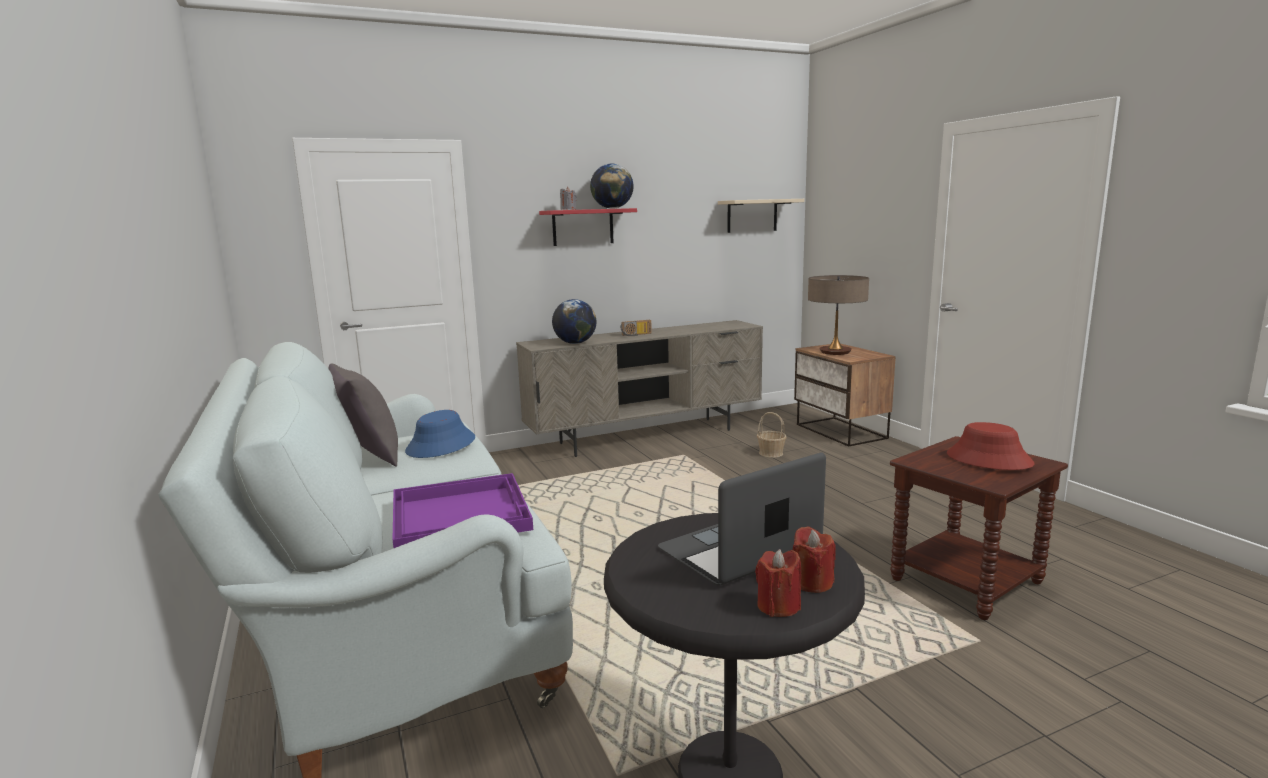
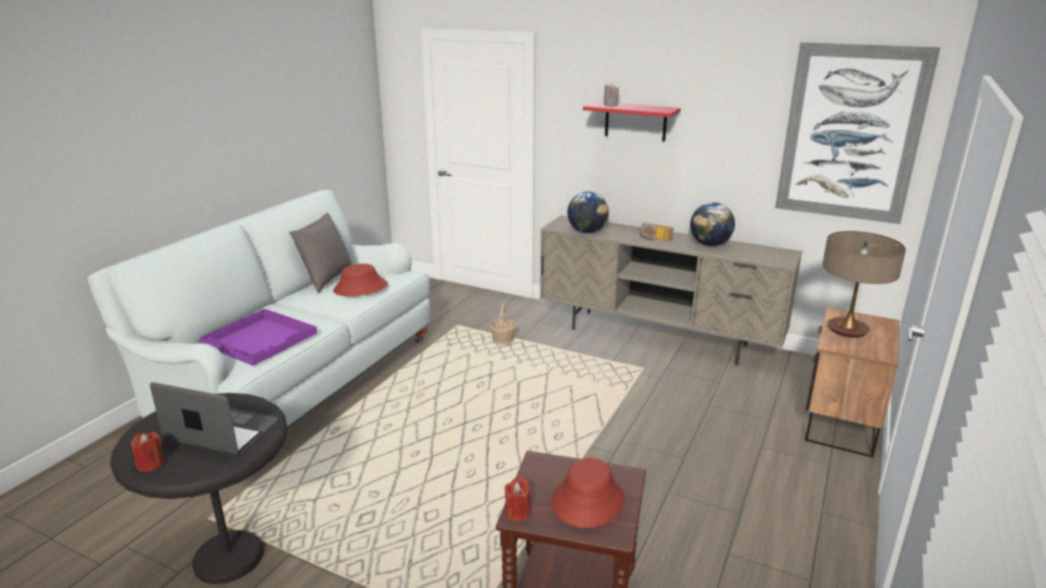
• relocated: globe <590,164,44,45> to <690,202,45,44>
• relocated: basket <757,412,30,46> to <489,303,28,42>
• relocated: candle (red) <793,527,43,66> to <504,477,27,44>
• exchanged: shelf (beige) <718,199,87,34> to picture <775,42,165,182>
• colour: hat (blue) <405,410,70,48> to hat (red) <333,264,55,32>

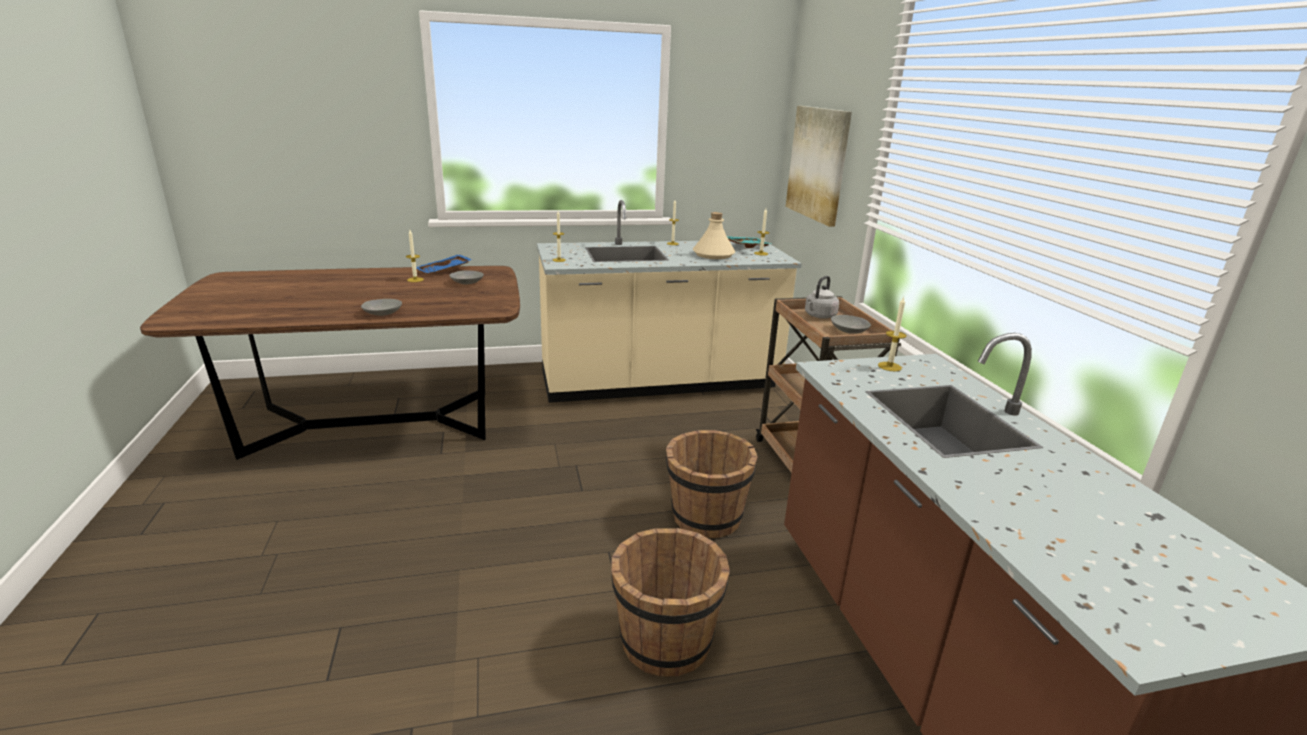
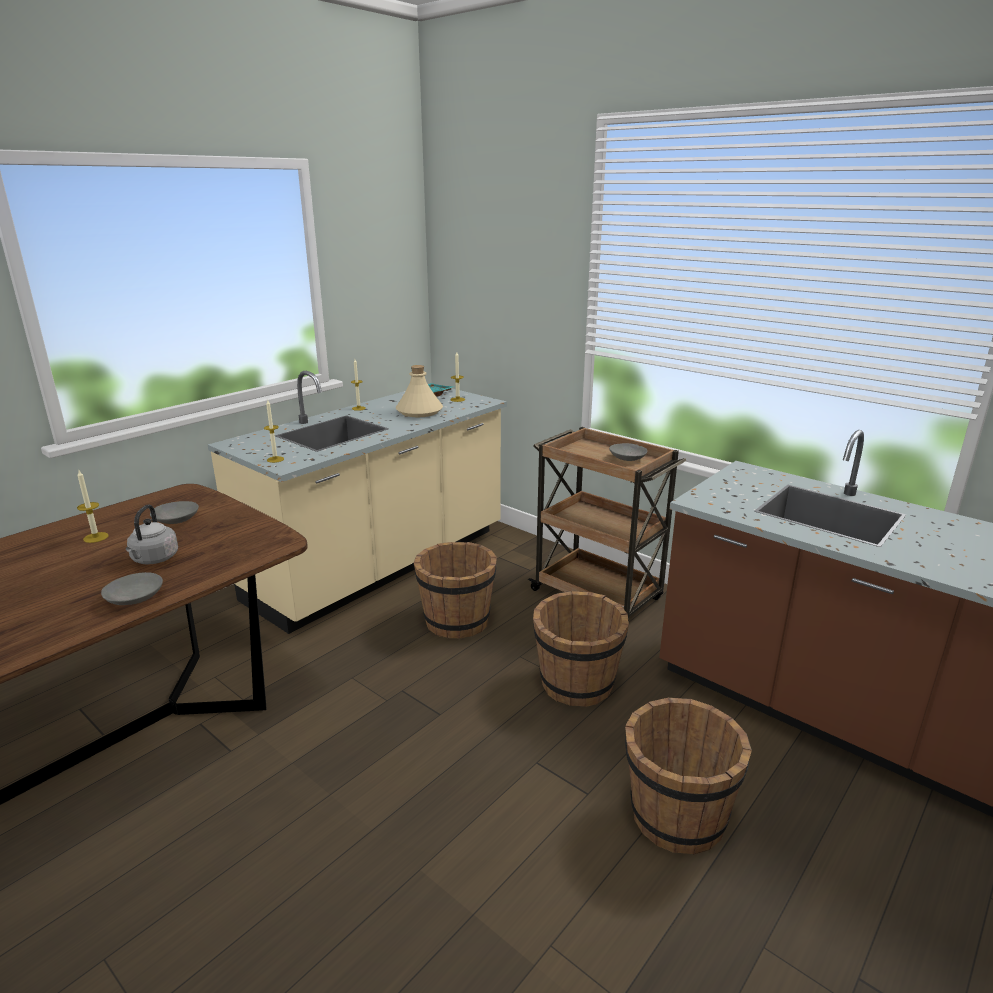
• missing: tray (blue) <416,254,57,20>
• missing: picture <786,106,66,121>
• missing: candle <878,297,28,74>
• appeared: bucket (brown) <414,542,83,96>
• relocated: kettle (grey) <805,276,34,42> to <126,504,52,60>

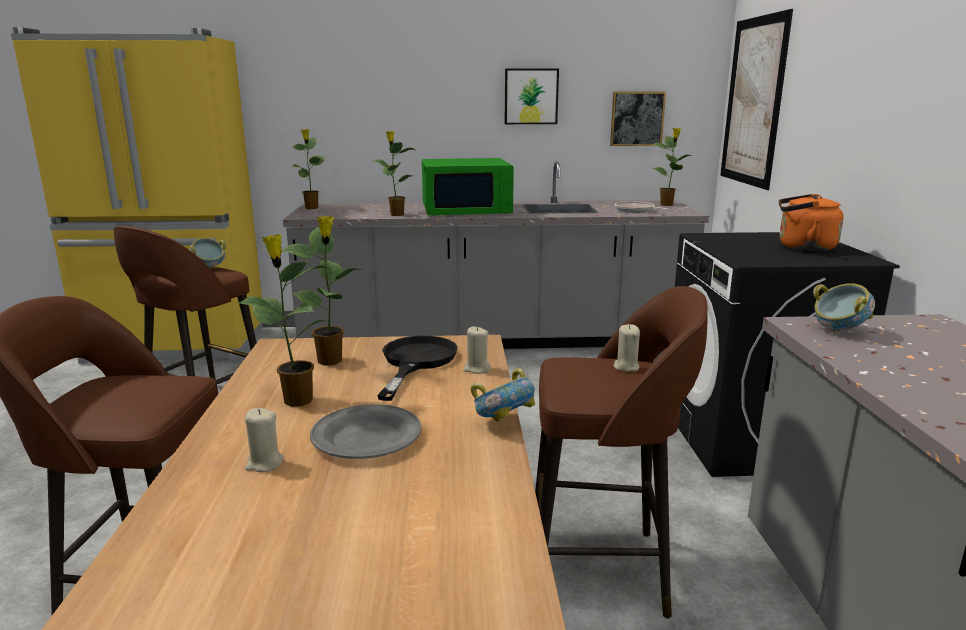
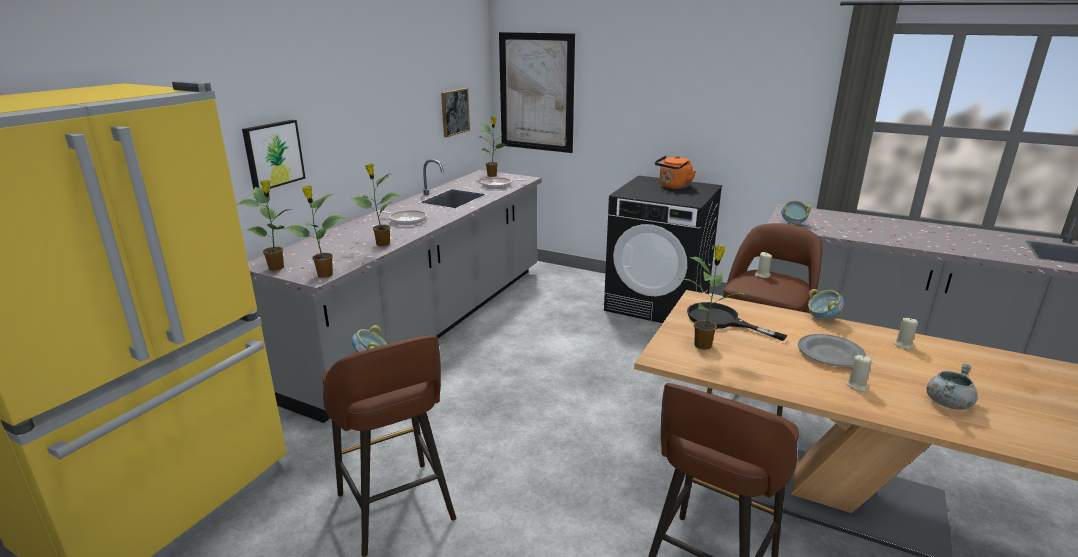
• appeared: cooking pot (grey) <926,363,52,47>
• relocated: potted plant <239,234,89,173> to <284,185,62,93>
• relocated: candle (beige) <463,326,28,48> to <894,318,24,32>
• relocated: picture <505,68,54,56> to <242,120,63,70>
• exchanged: microwave (green) <422,158,92,58> to frying pan <375,210,52,15>

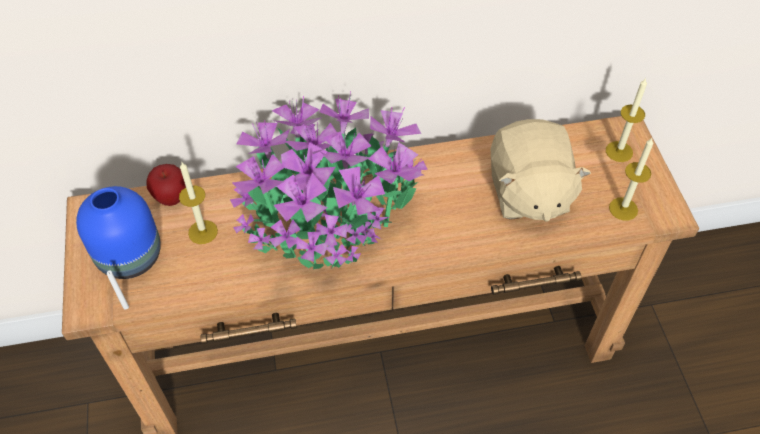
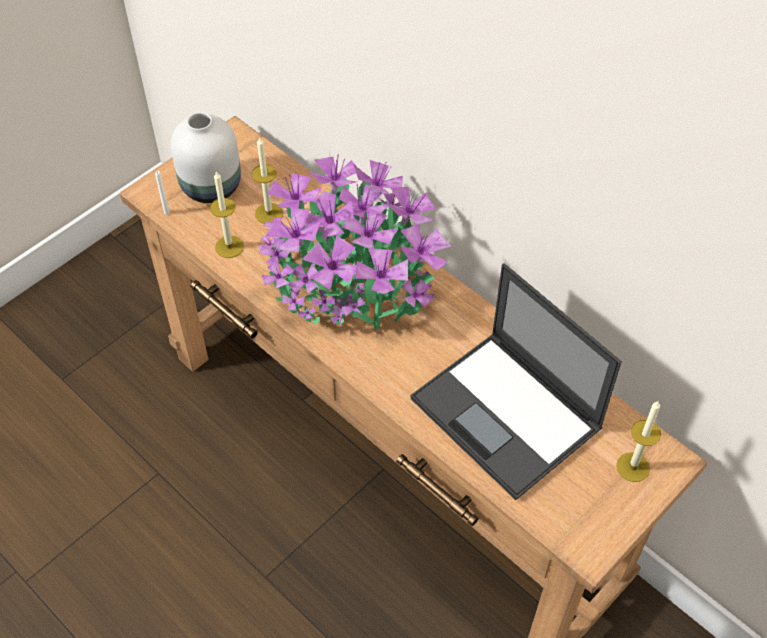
• missing: apple <146,164,40,42>
• relocated: candle <609,138,44,83> to <210,171,34,87>
• exchanged: plush toy (beige) <491,119,100,103> to laptop <410,264,212,236>
• colour: vase (blue) <76,186,85,93> to vase (white) <171,112,70,91>

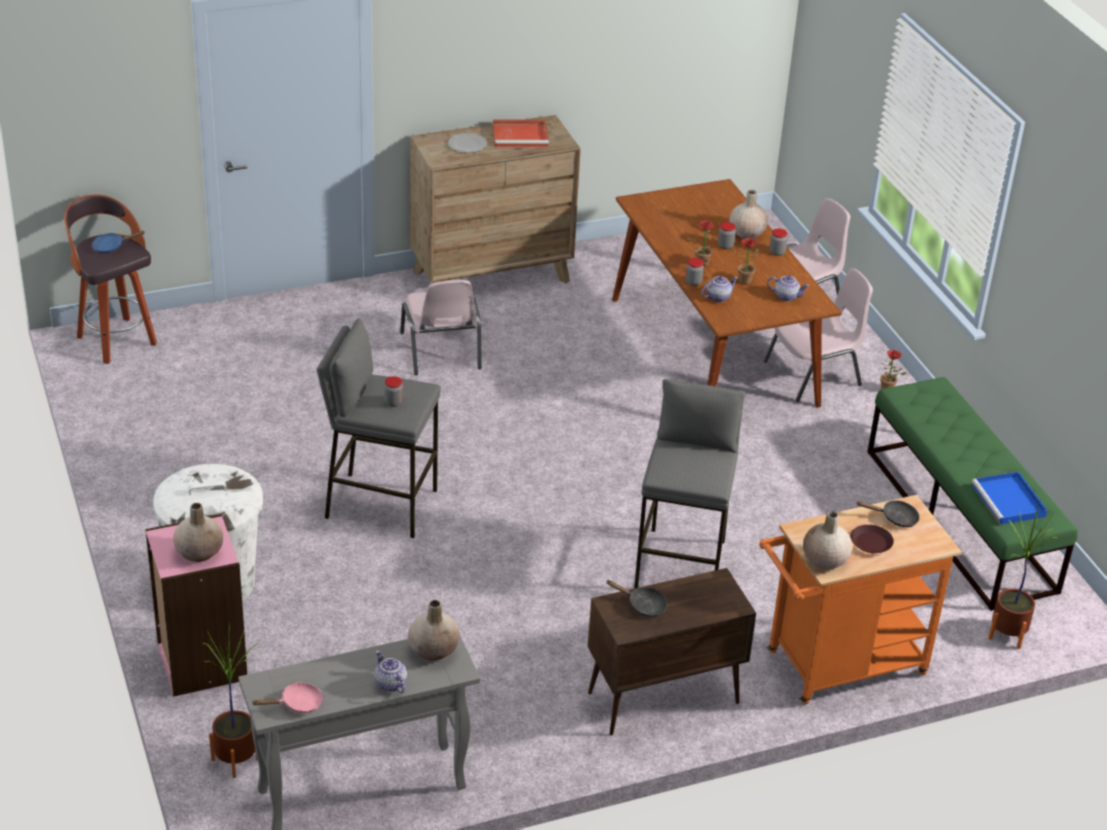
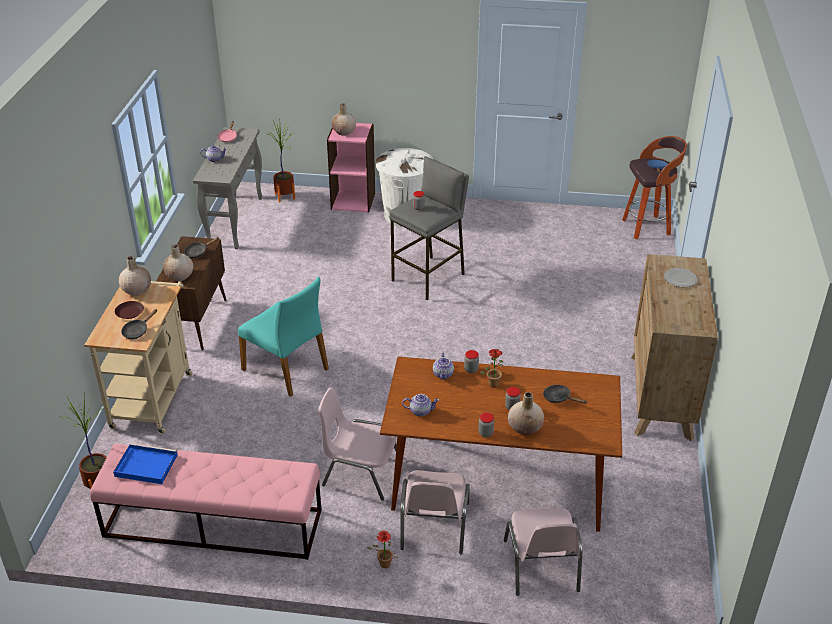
• missing: tray (red) <493,120,56,28>
• missing: potted plant <730,238,29,47>
• appeared: frying pan (black) <543,385,44,19>
• relocated: chair (pink) <400,280,82,95> to <318,388,79,113>
• relocated: vase (beige) <408,600,52,61> to <163,244,31,37>
• exchanged: stool (grey) <634,379,112,209> to chair (turquoise) <238,277,91,120>
• colour: cart (orange) <759,495,203,209> to cart (beige) <84,281,108,153>
• colour: bench (green) <867,377,211,234> to bench (pink) <90,444,232,116>
• spun: teapot <767,276,42,25> = <402,394,37,22> 135 degrees counterclockwise

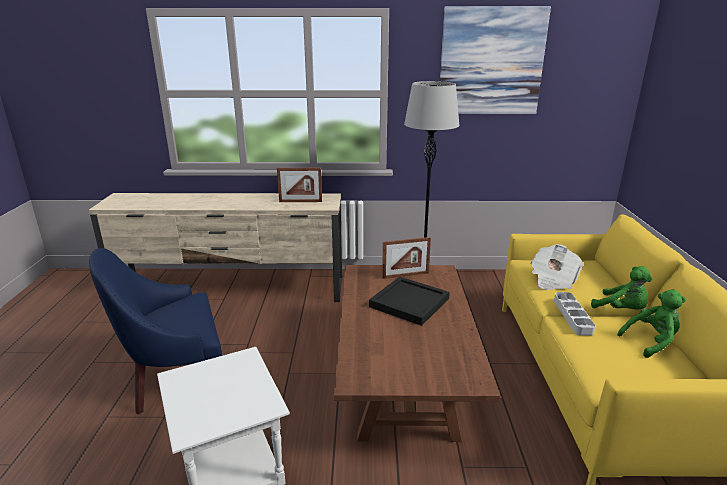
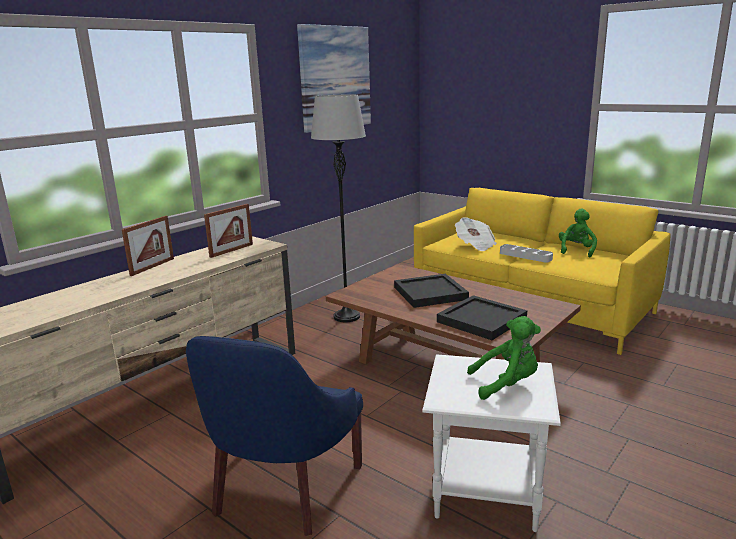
• appeared: tray (black) <437,295,90,45>
• relocated: picture frame <382,237,49,42> to <122,216,52,60>
• relocated: plush toy (green) <591,266,61,43> to <467,316,74,84>

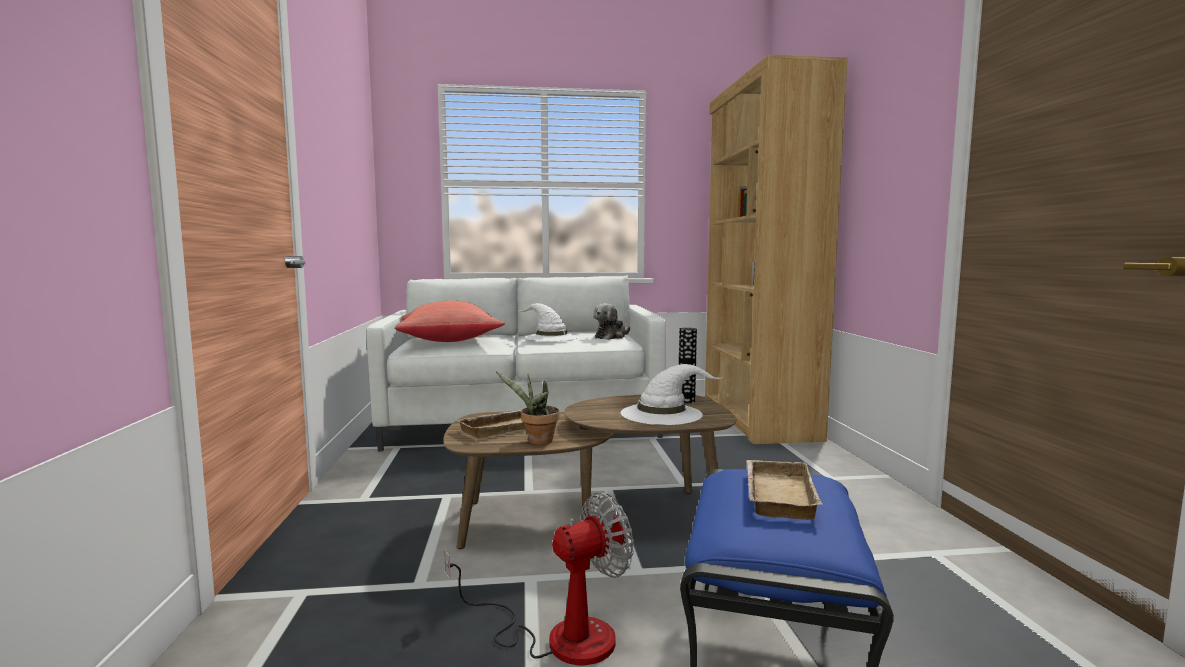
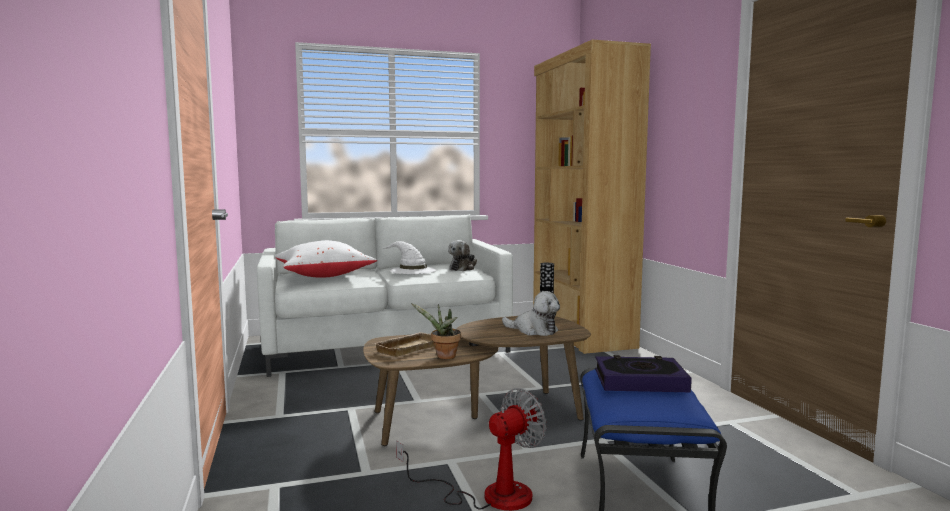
• exchanged: hat (white) <620,364,103,61> to plush toy <502,291,58,45>
• exchanged: tray (beige) <747,460,76,60> to book <595,355,97,37>
• colour: pillow (red) <395,300,110,42> to pillow (white) <275,240,102,38>

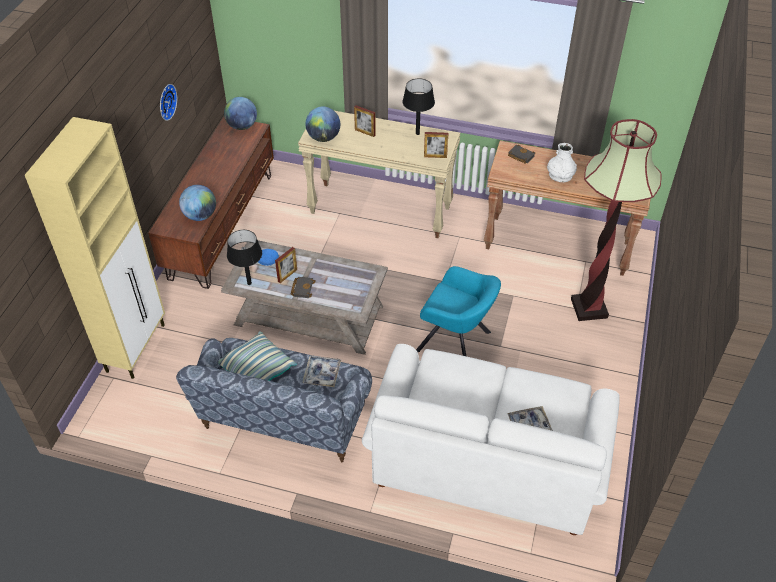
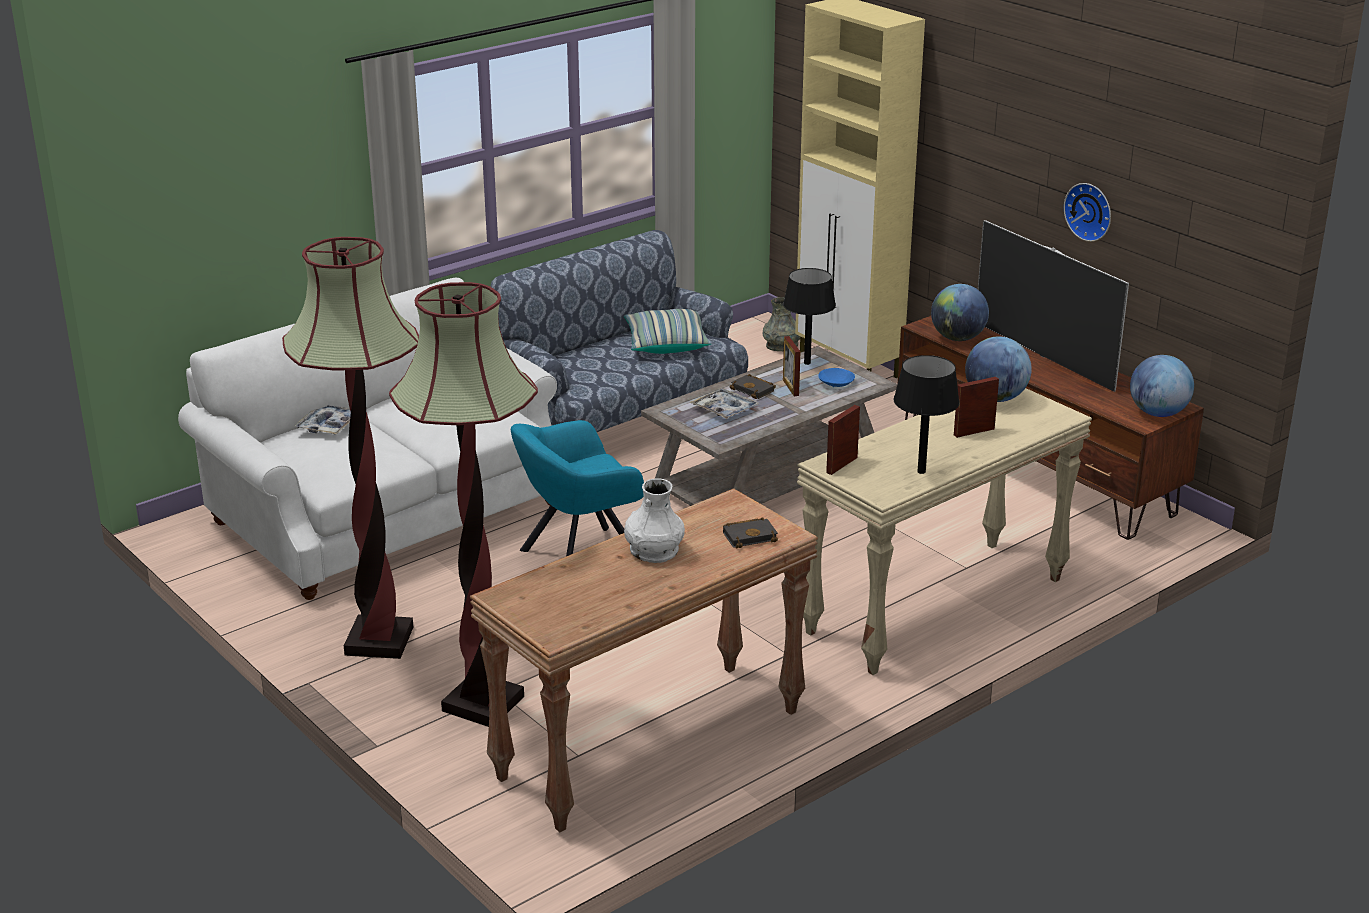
• appeared: floor lamp <282,237,137,422>
• appeared: vase (grey) <763,297,37,54>
• appeared: television <978,220,151,172>
• relocated: tray <303,355,38,32> to <690,388,70,31>

